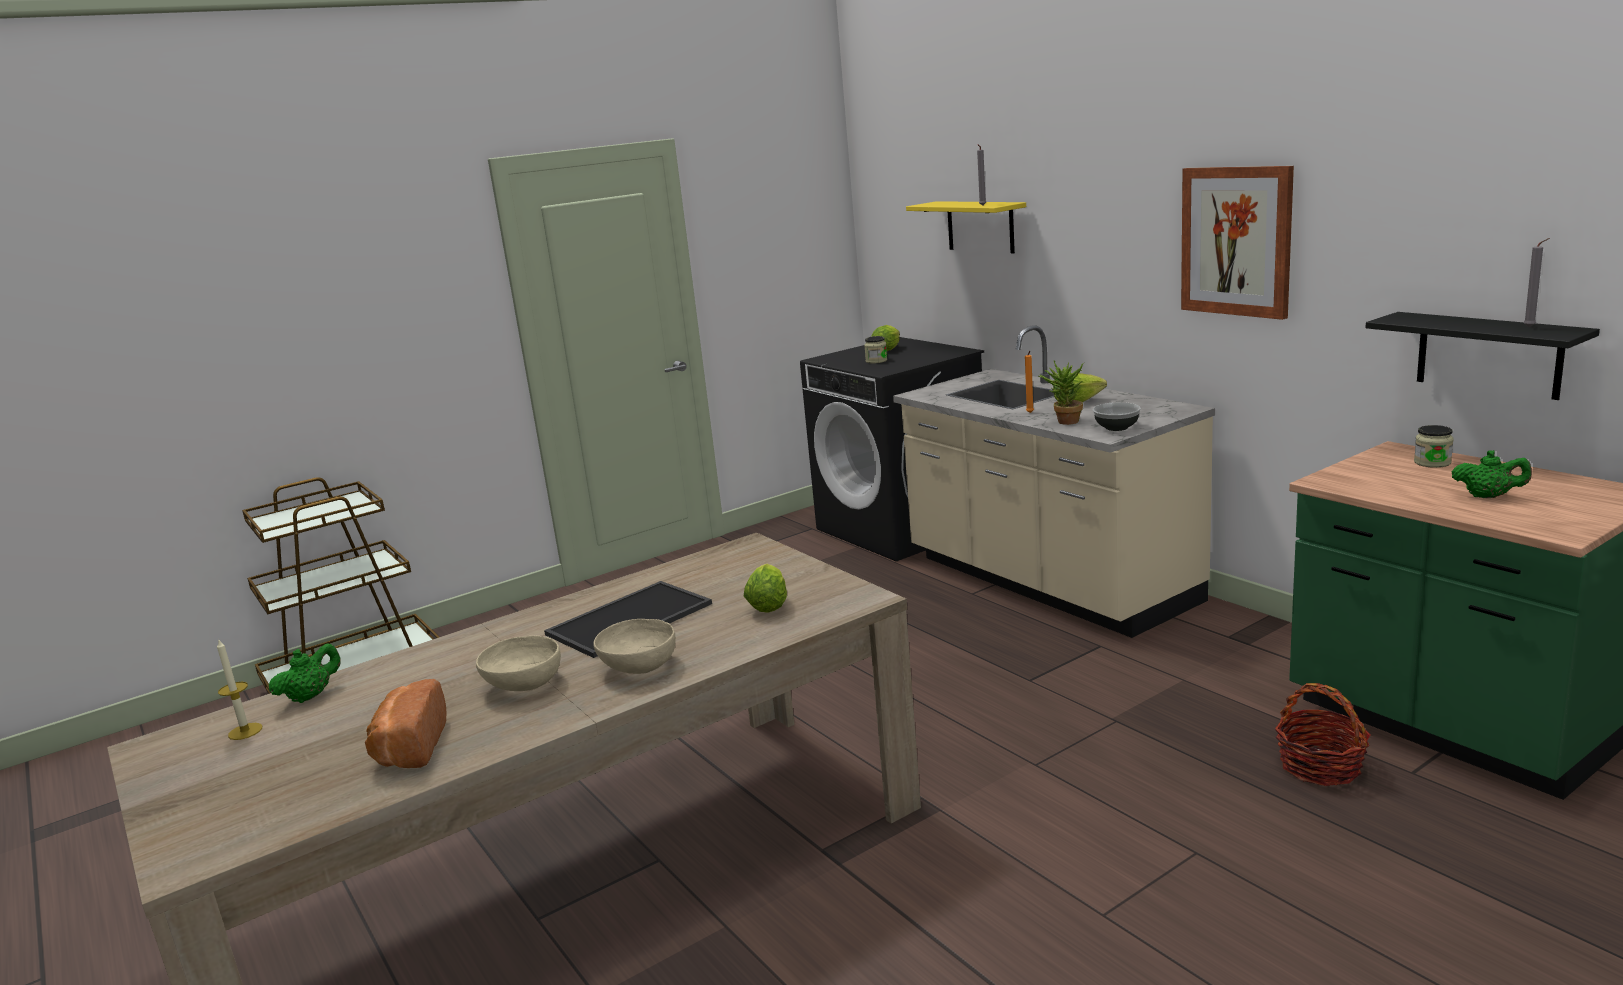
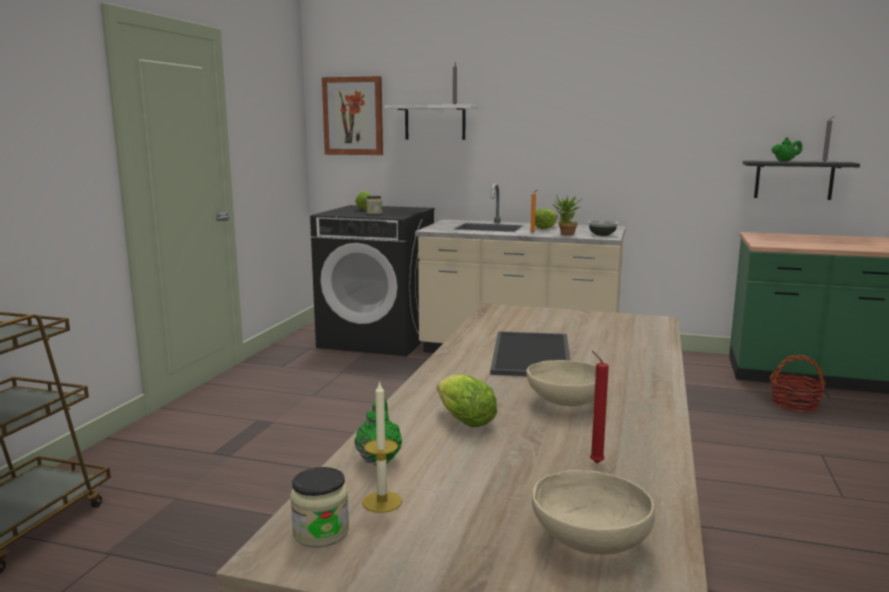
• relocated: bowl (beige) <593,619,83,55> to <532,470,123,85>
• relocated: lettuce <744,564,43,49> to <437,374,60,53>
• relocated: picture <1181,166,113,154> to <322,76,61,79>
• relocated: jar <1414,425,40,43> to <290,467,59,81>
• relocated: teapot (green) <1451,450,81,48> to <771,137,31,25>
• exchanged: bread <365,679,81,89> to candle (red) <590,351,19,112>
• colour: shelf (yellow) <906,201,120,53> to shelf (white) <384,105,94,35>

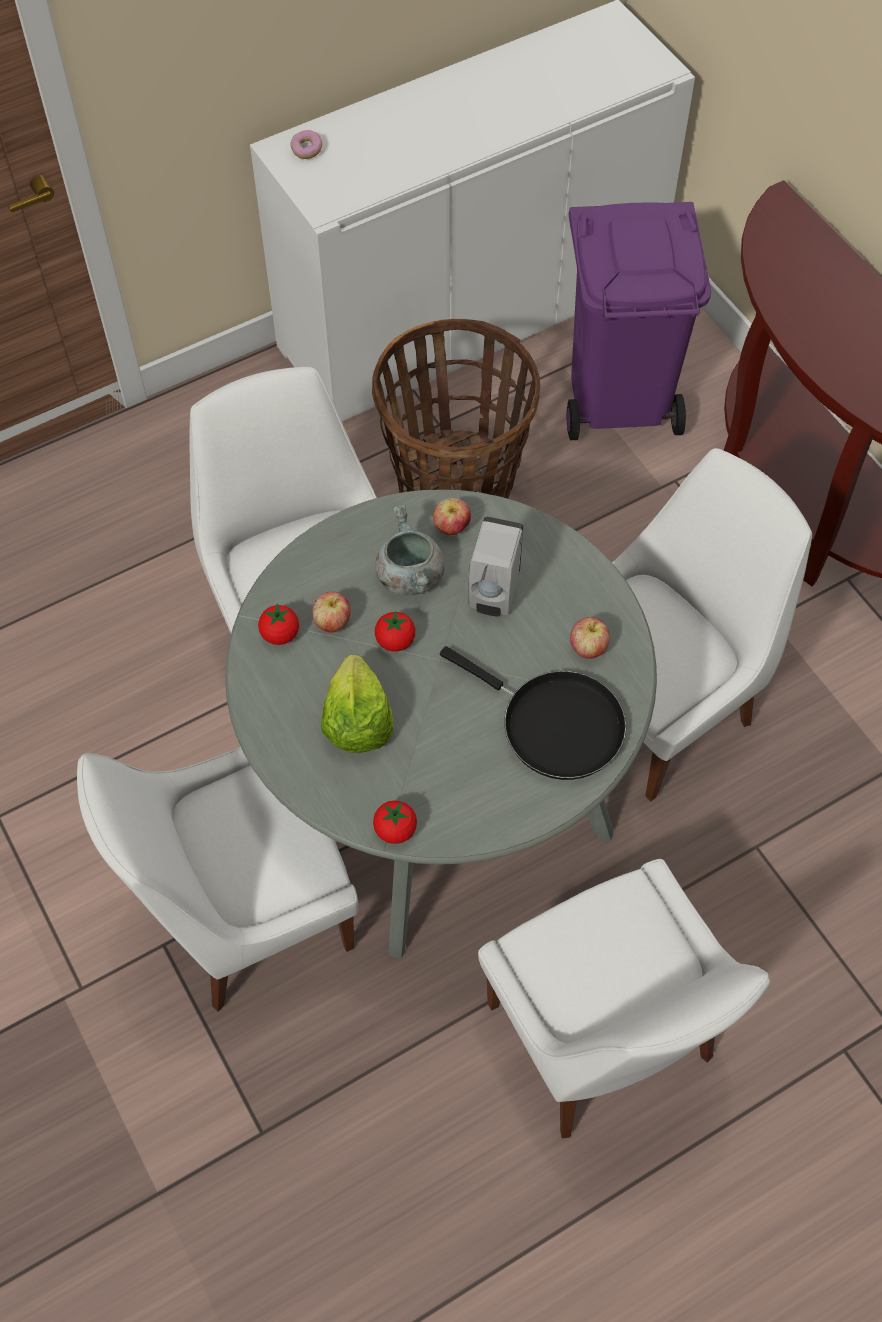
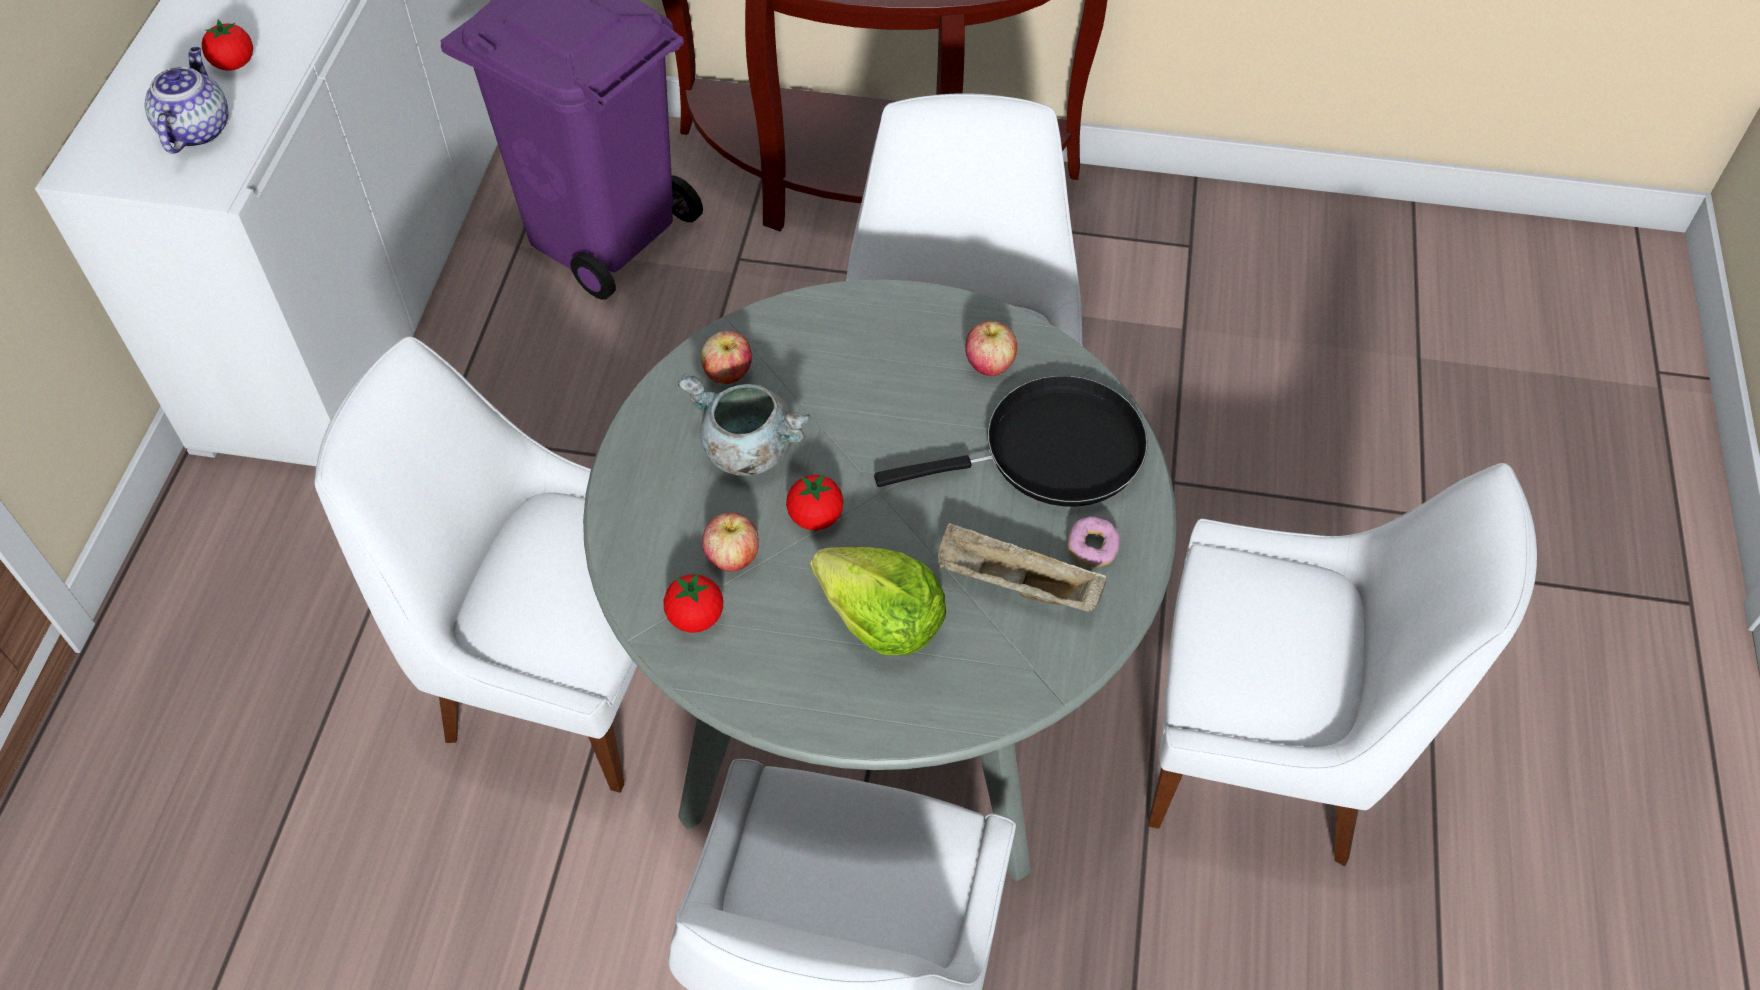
• missing: basket <372,319,168,180>
• missing: soap dispenser (white) <468,517,55,100>
• appeared: teapot <145,47,83,107>
• appeared: tray (beige) <937,523,170,89>
• relocated: donut <290,130,32,29> to <1067,516,53,51>
• relocated: tomato <373,800,44,44> to <202,19,51,52>

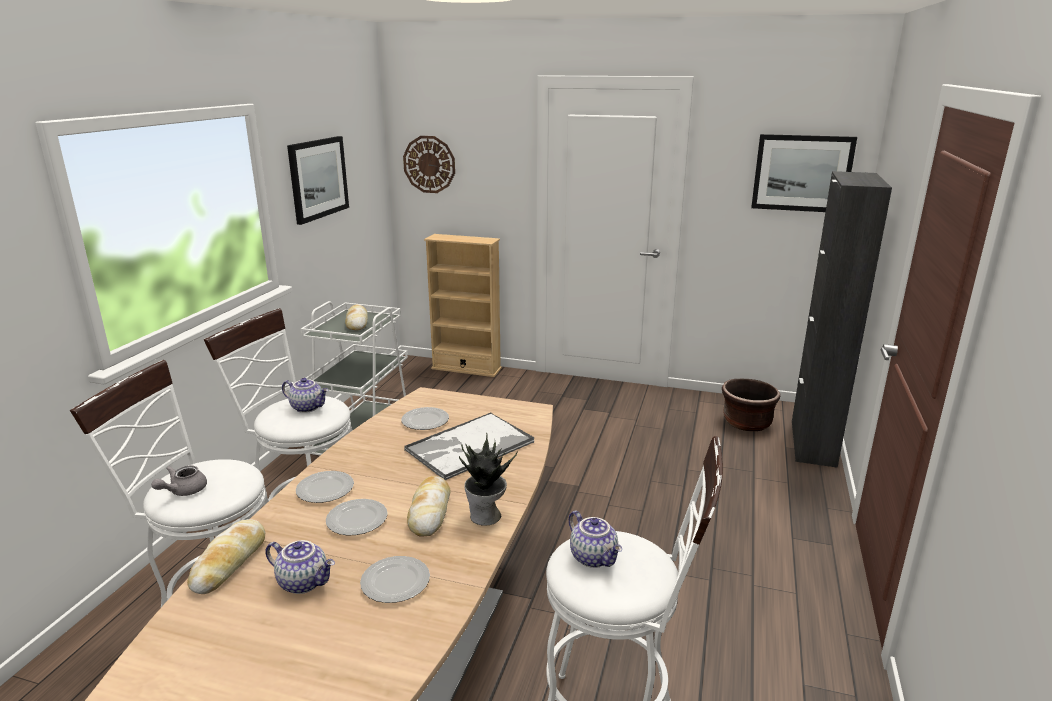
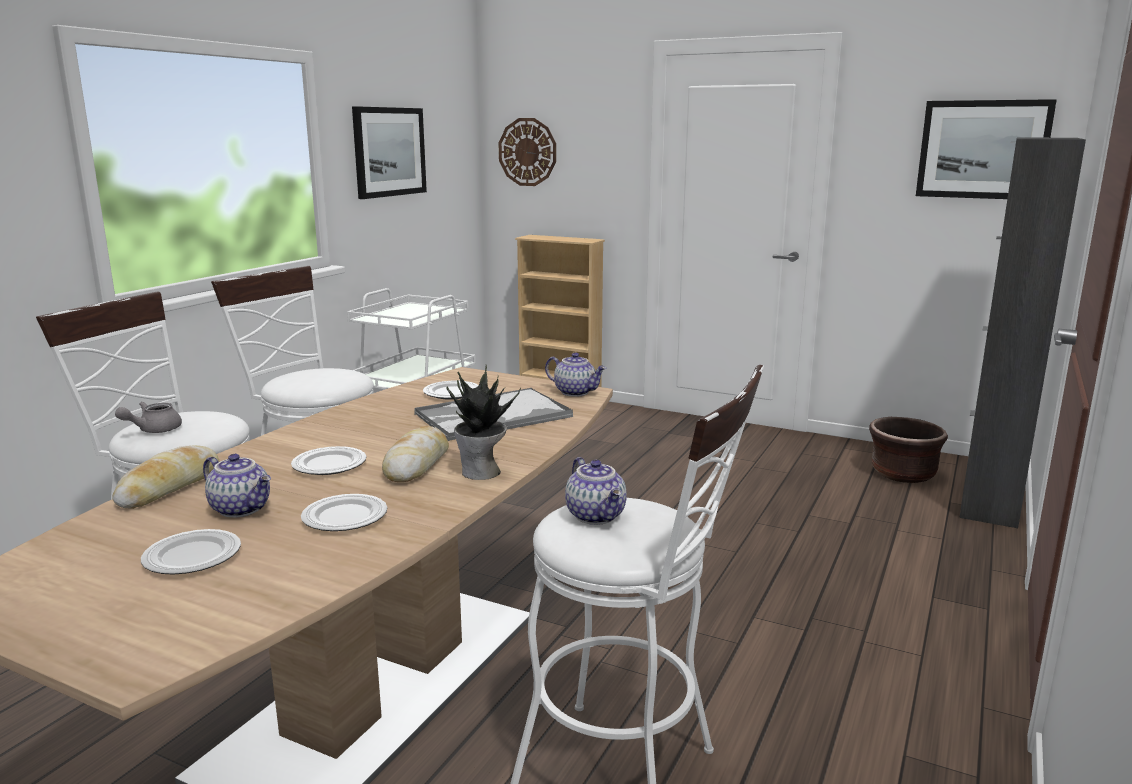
• missing: bread <345,305,23,25>
• relocated: teapot <282,378,46,35> to <545,353,61,44>
• relocated: plate <296,471,58,32> to <141,529,100,46>

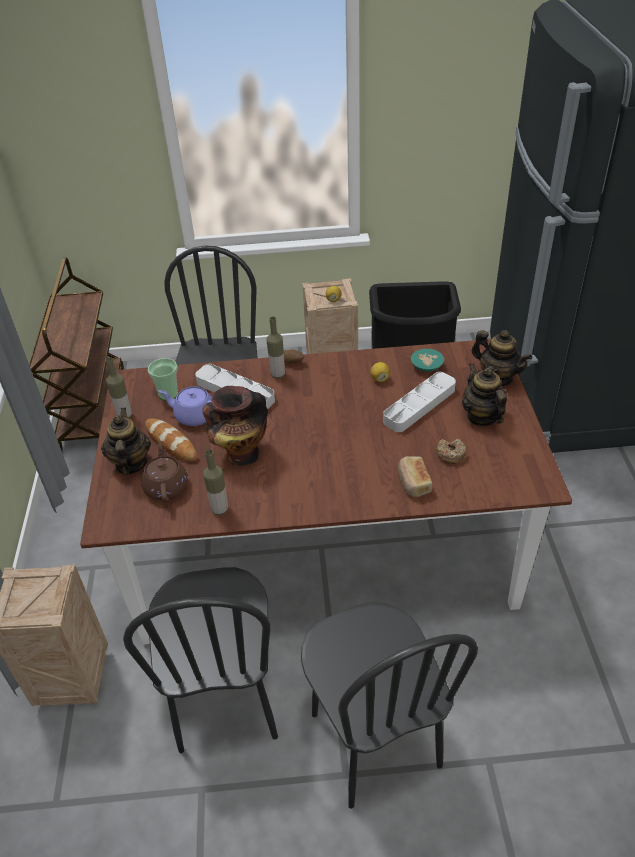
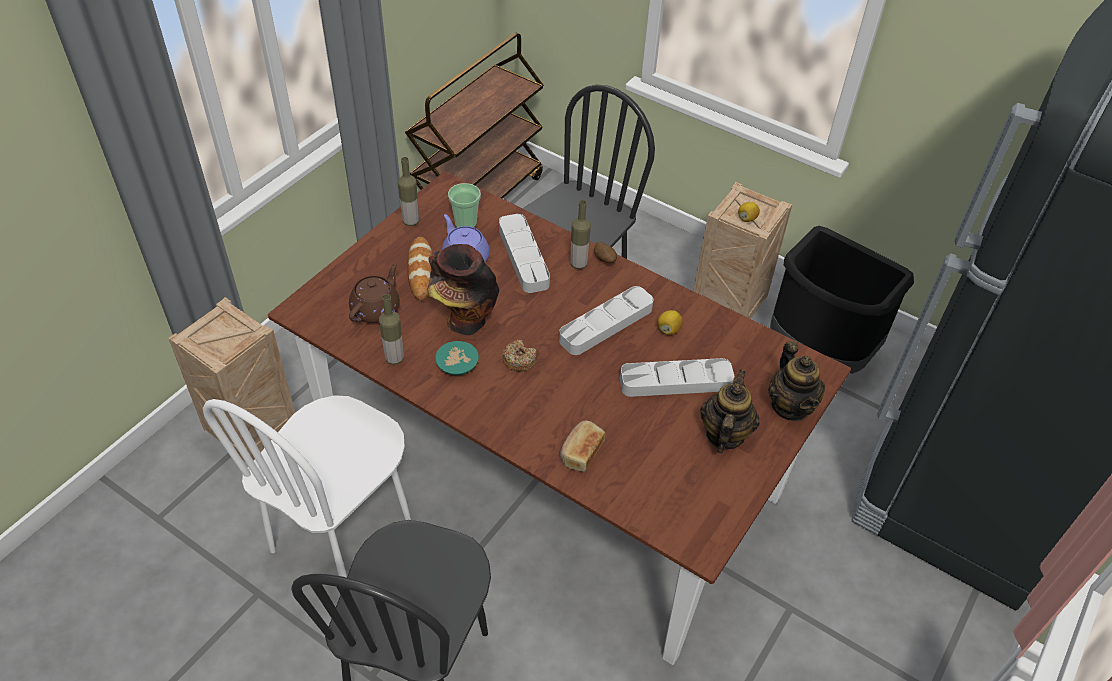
• missing: teapot <101,408,50,67>
• appeared: tray (grey) <559,286,94,69>
• relocated: bowl (turquoise) <411,349,33,23> to <435,341,44,34>
• relocated: donut <436,439,31,25> to <502,340,35,32>
• colour: chair (black) <123,567,155,186> to chair (white) <203,395,208,183>

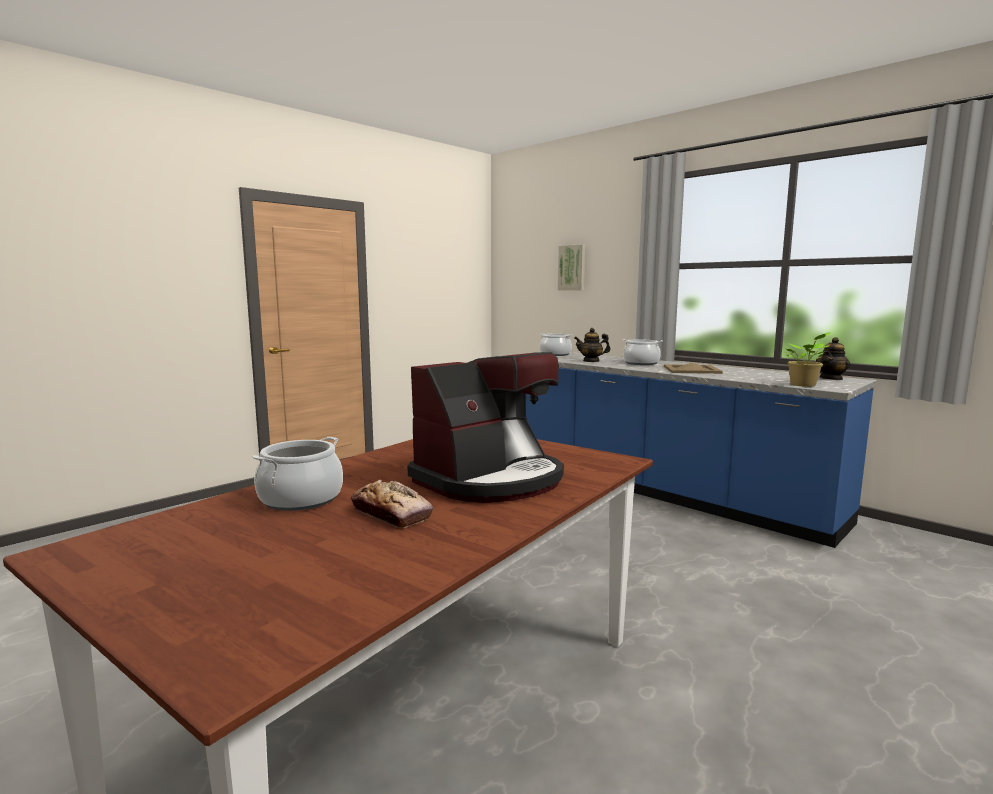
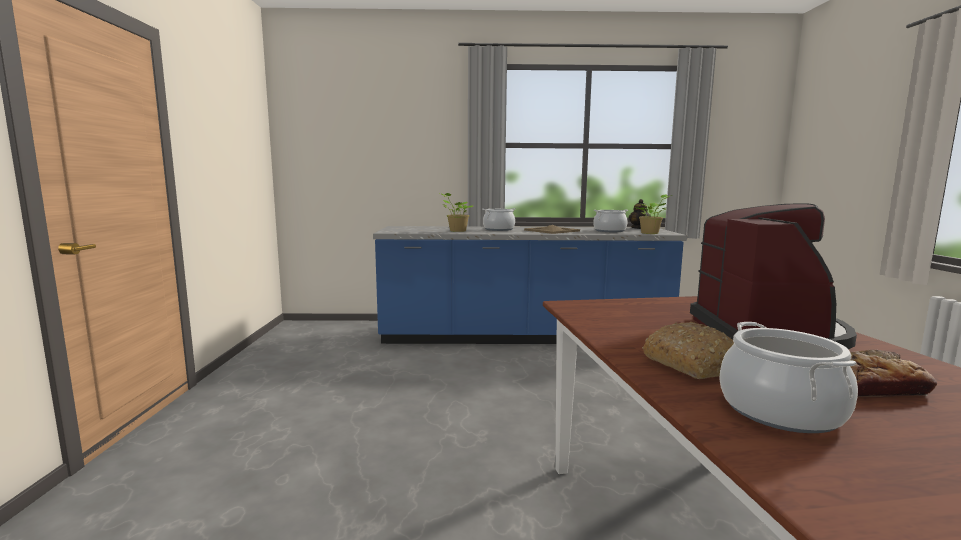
• missing: picture <558,244,27,46>
• appeared: bread <642,322,92,57>
• relocated: cooking pot <540,333,32,23> to <593,210,35,22>
• exchanged: teapot <574,328,36,34> to potted plant <440,193,33,39>

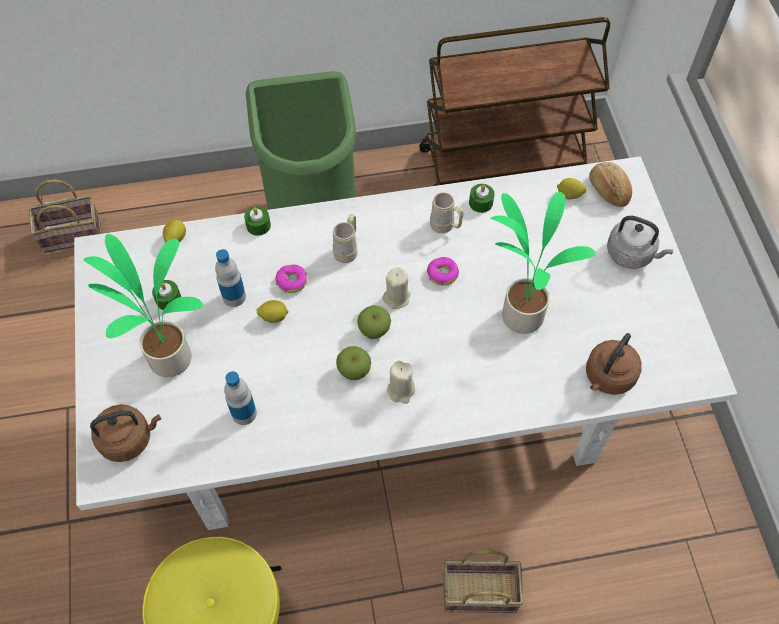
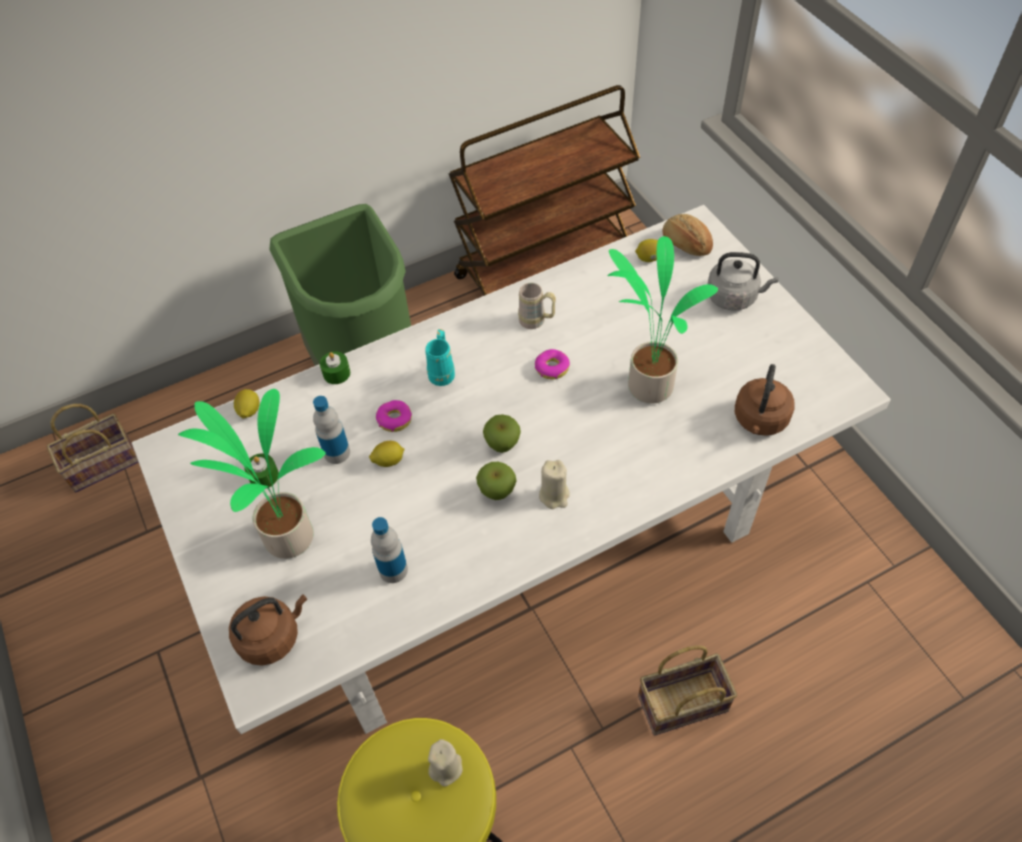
• missing: candle (green) <469,184,25,29>
• relocated: candle (beige) <383,267,27,42> to <428,739,35,47>
• colour: mug (beige) <333,214,24,49> to mug (turquoise) <426,329,29,57>

